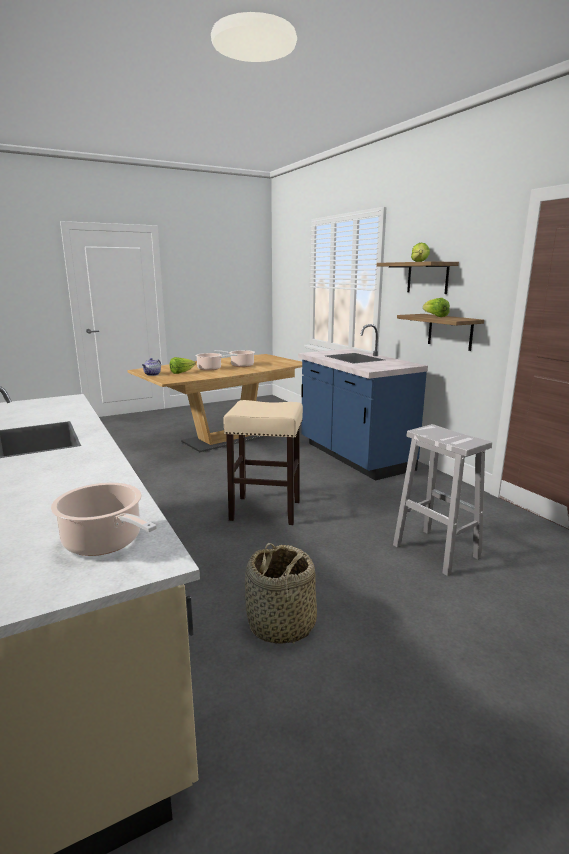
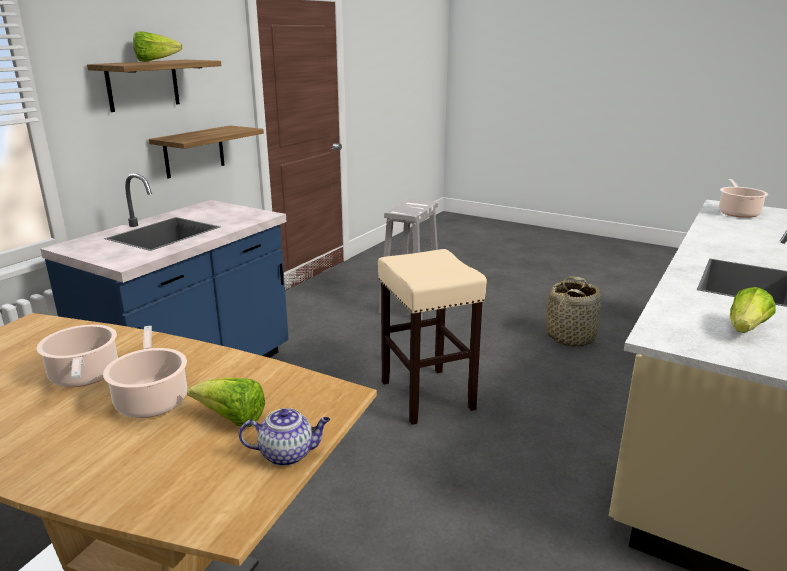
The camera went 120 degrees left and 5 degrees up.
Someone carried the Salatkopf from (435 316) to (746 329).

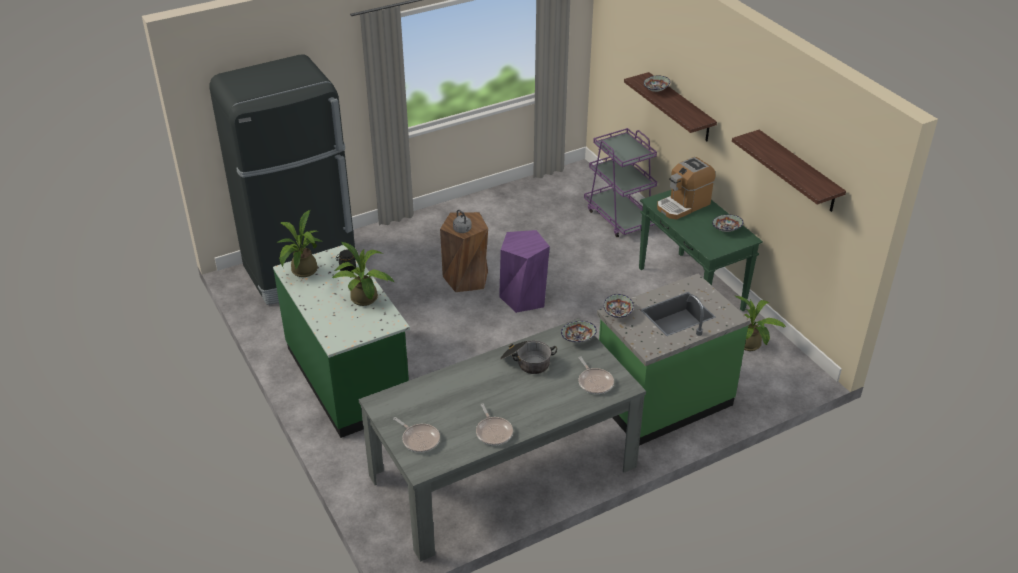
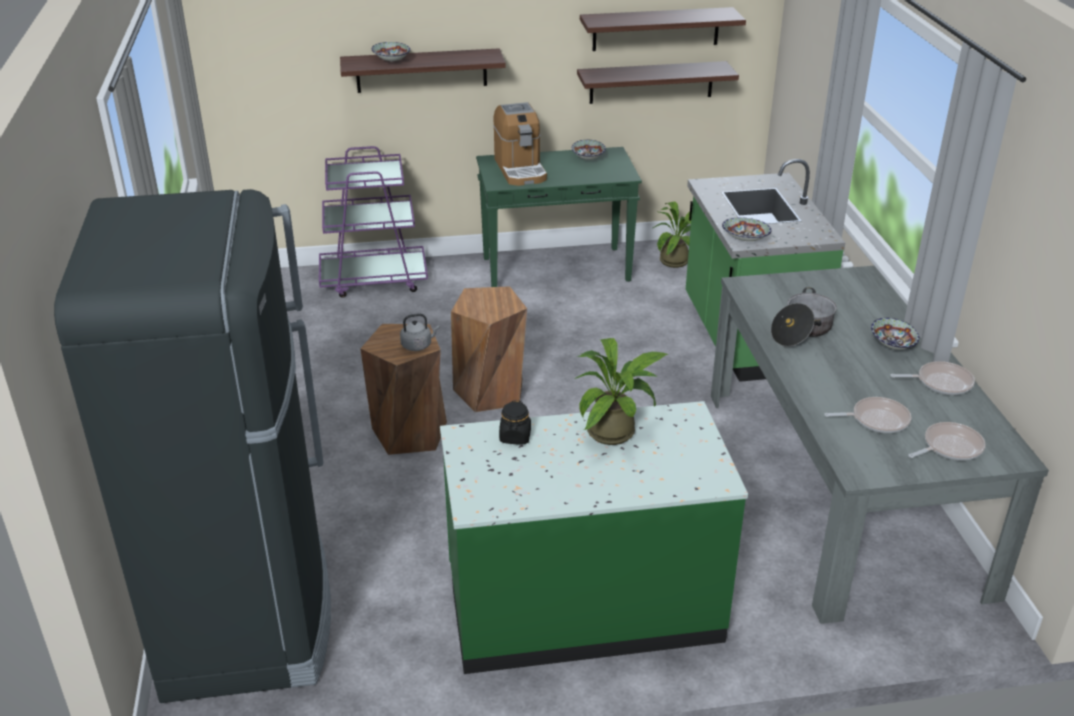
The camera went 70 degrees left and 5 degrees down.
Someone took away the Topfpflanze at (301 272).
Someone repainted the Hocker [lila] at (524 297), which became the Hocker [braun] at (490 391).
Someone carried the Schüssel from (578 338) to (891 345).
Someone carried the Pfanne from (594 382) to (876 419).
Someone put up the Wandregal at (651 82).

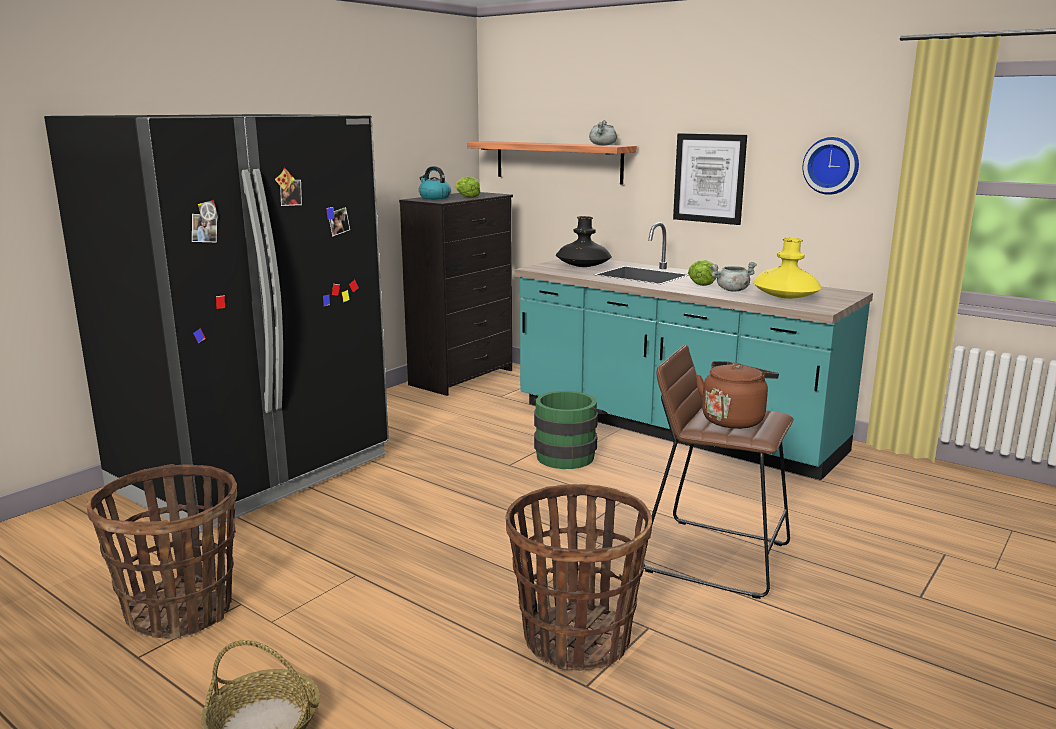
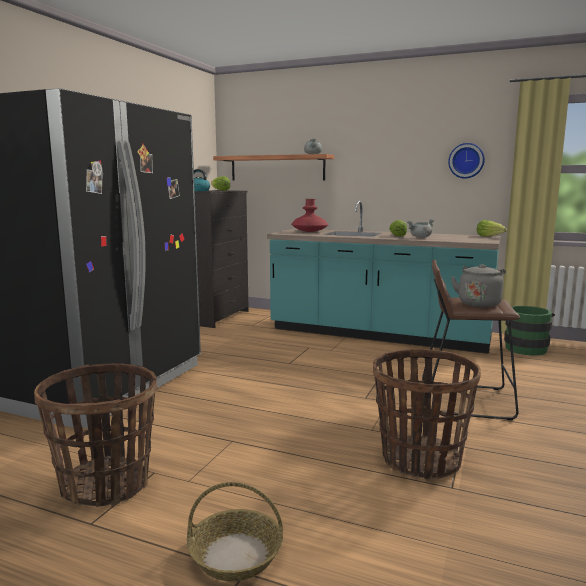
The camera went 15 degrees left and 5 degrees down.
Someone carried the Eimer [grün] from (567 455) to (524 348).
Someone repainted the Vase [schwarz] at (583 266), which became the Vase [rot] at (309 231).
Someone took away the Bild at (709 178).
Someone repainted the Wasserkessel [braun] at (734 419), which became the Wasserkessel [grau] at (479 303).
Someone took away the Vase [gelb] at (785 297).
Someone put down the Salatkopf at (490 236).

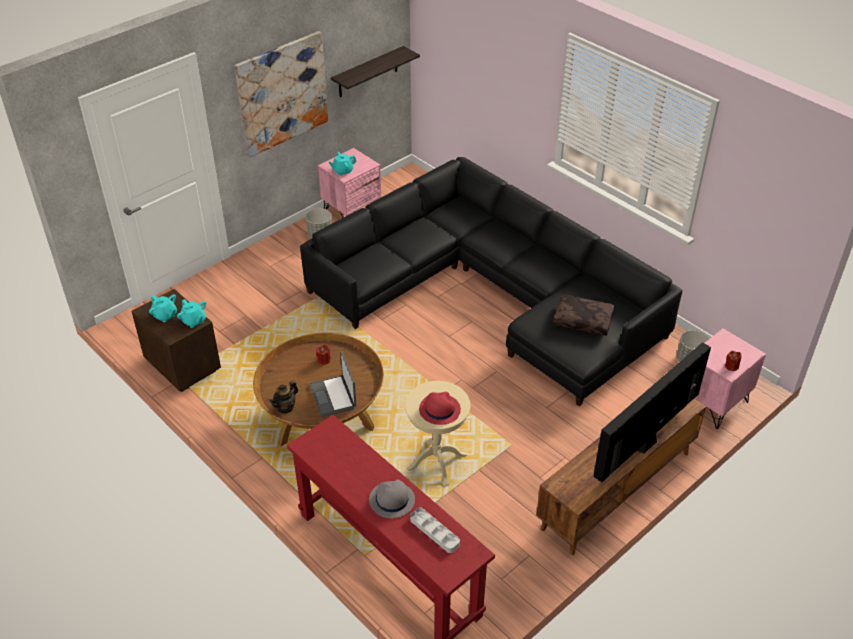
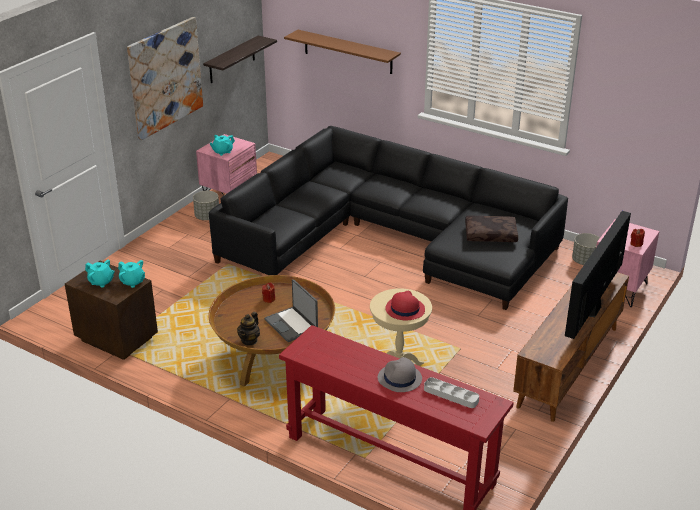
The camera went 15 degrees left and 10 degrees down.
Someone put up the Wandregal [braun] at (348 52).

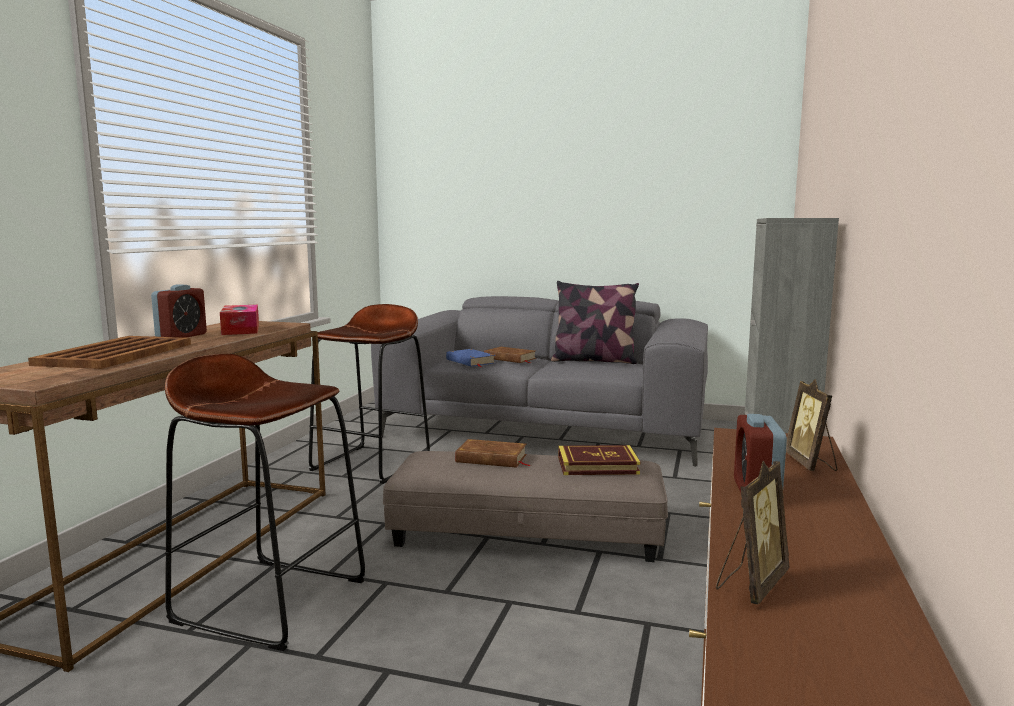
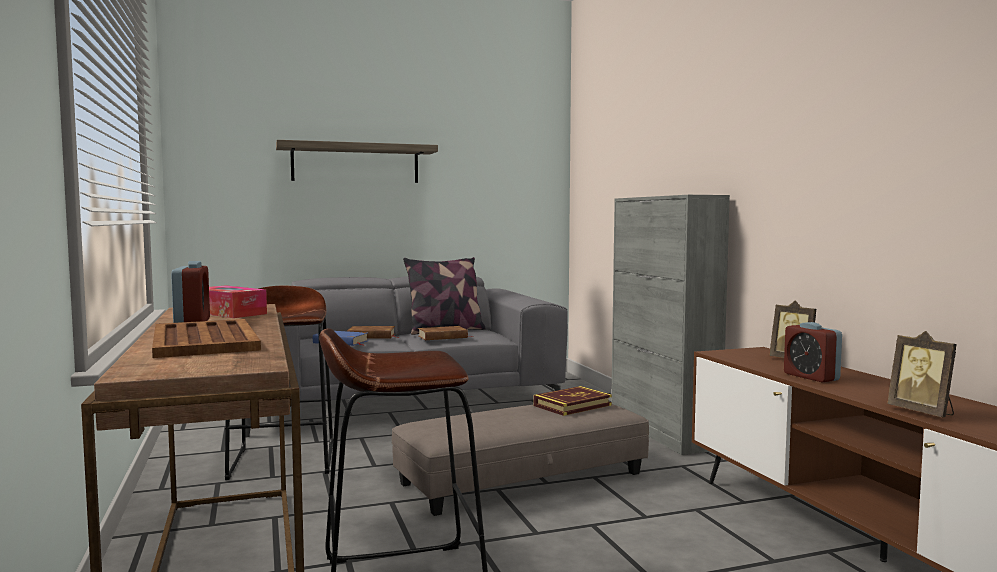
The camera went 35 degrees left and 5 degrees down.
Someone carried the Buch [braun] from (491 458) to (443 337).
Someone rotated the Bilderrahmen at (751 584) by 150 degrees clockwise.
Someone put up the Wandregal at (355 163).

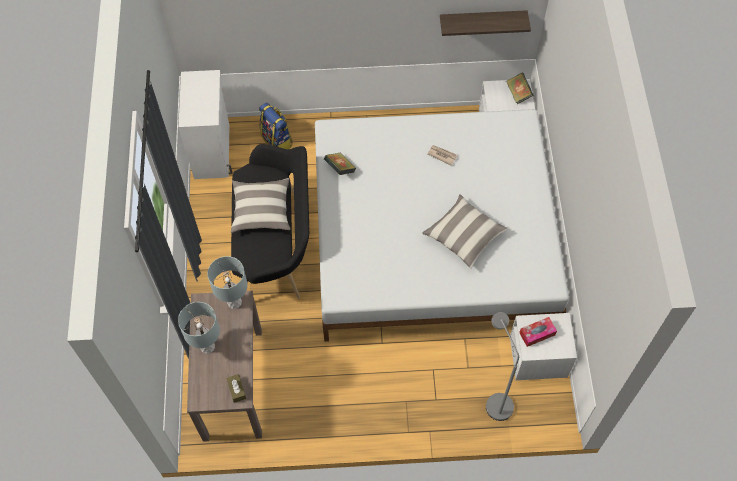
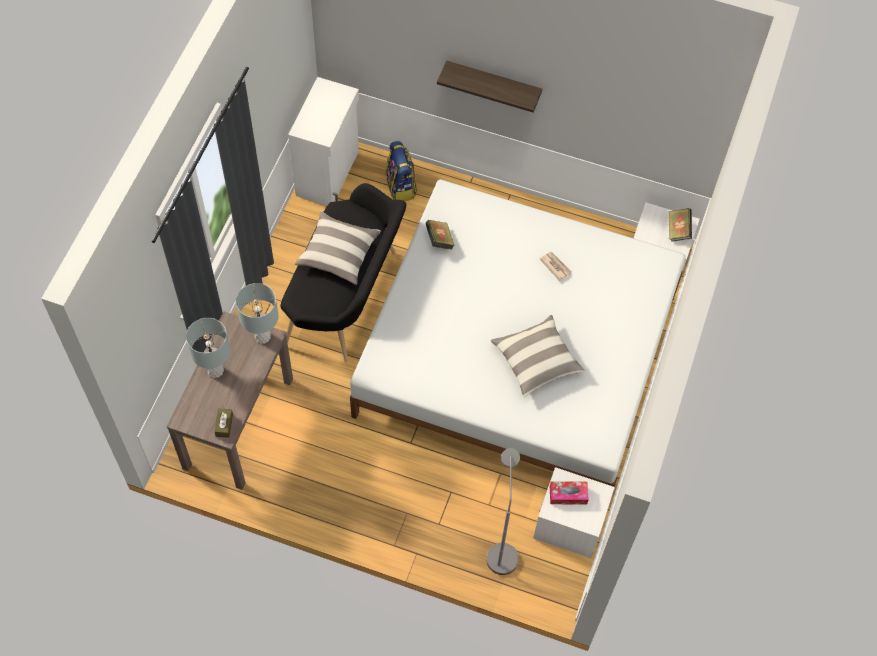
The camera went 20 degrees right and 0 degrees up.
Someone carried the Wandregal from (482 21) to (493 84).

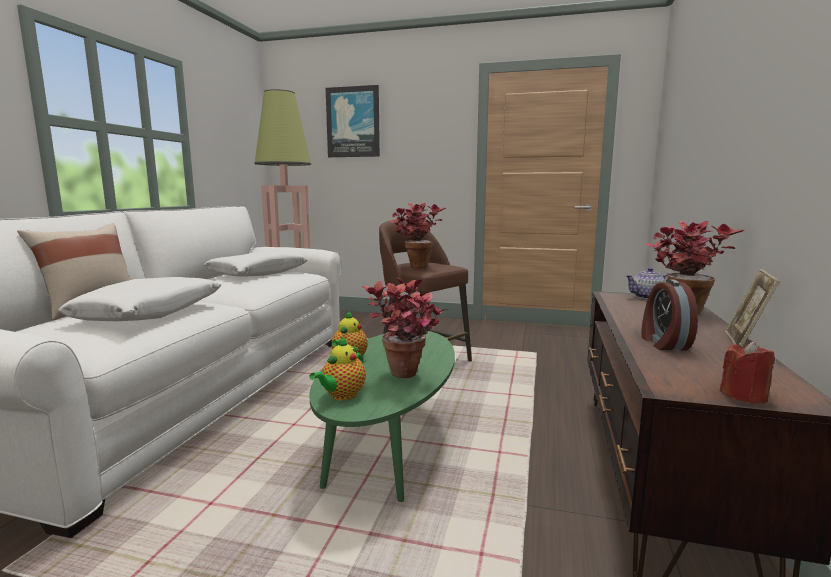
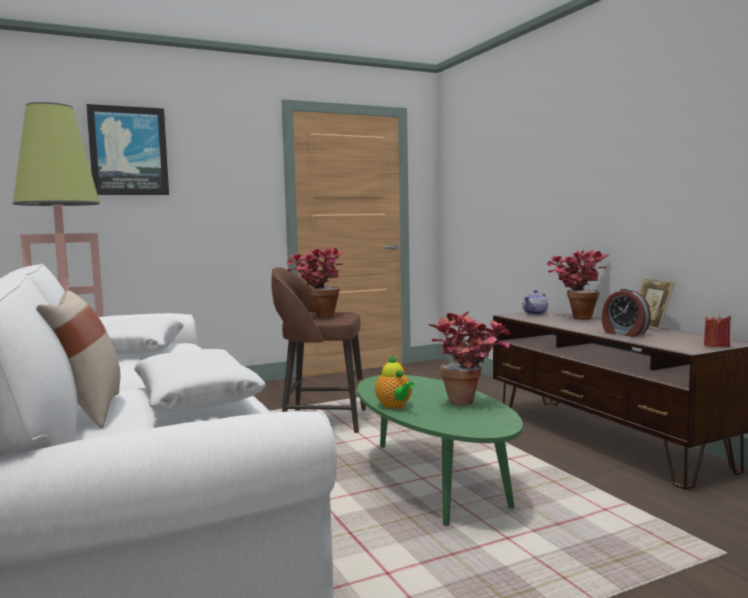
The camera went 40 degrees left and 5 degrees down.
Someone took away the Teekanne at (342 396).

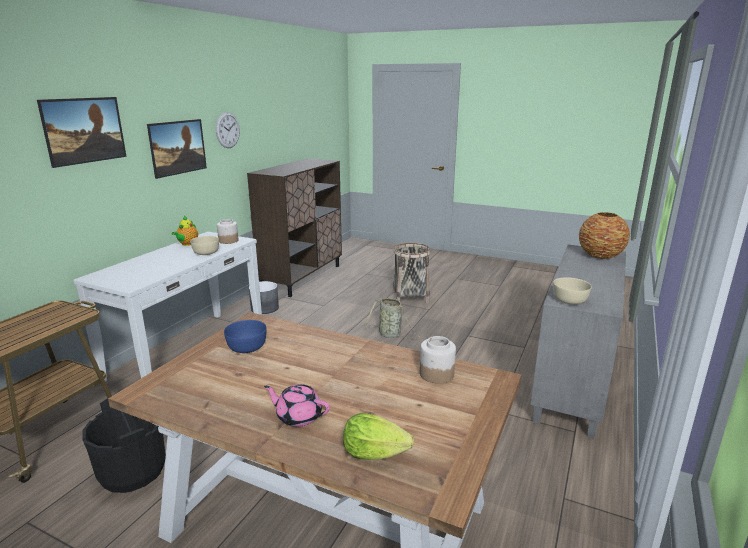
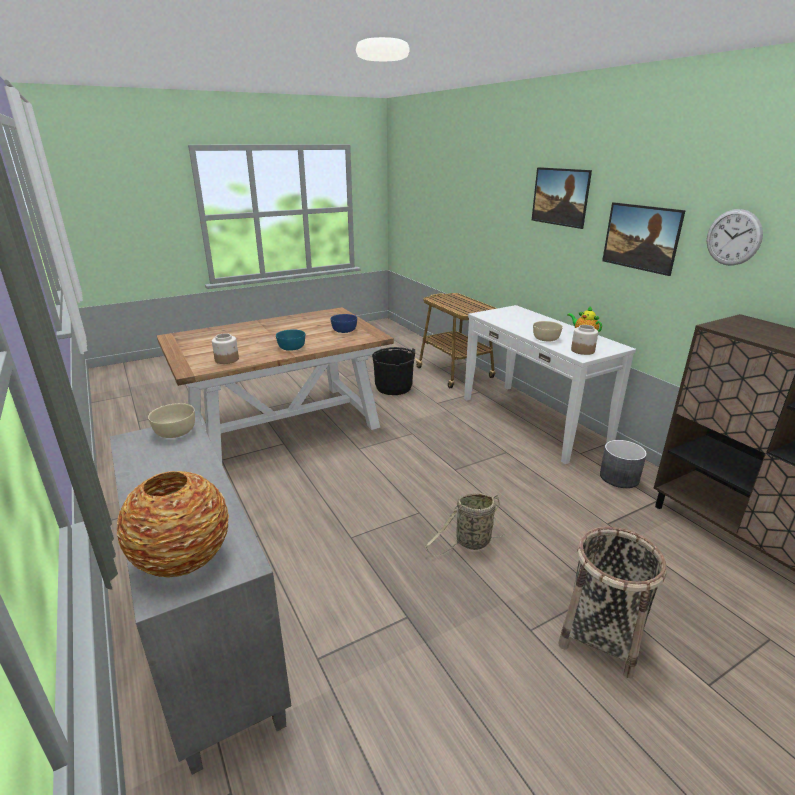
The camera went 125 degrees right and 5 degrees up.
Someone took away the Teekanne [rosa] at (298 416).
Someone took away the Salatkopf at (374 453).
Someone put down the Schüssel [türkis] at (291 347).

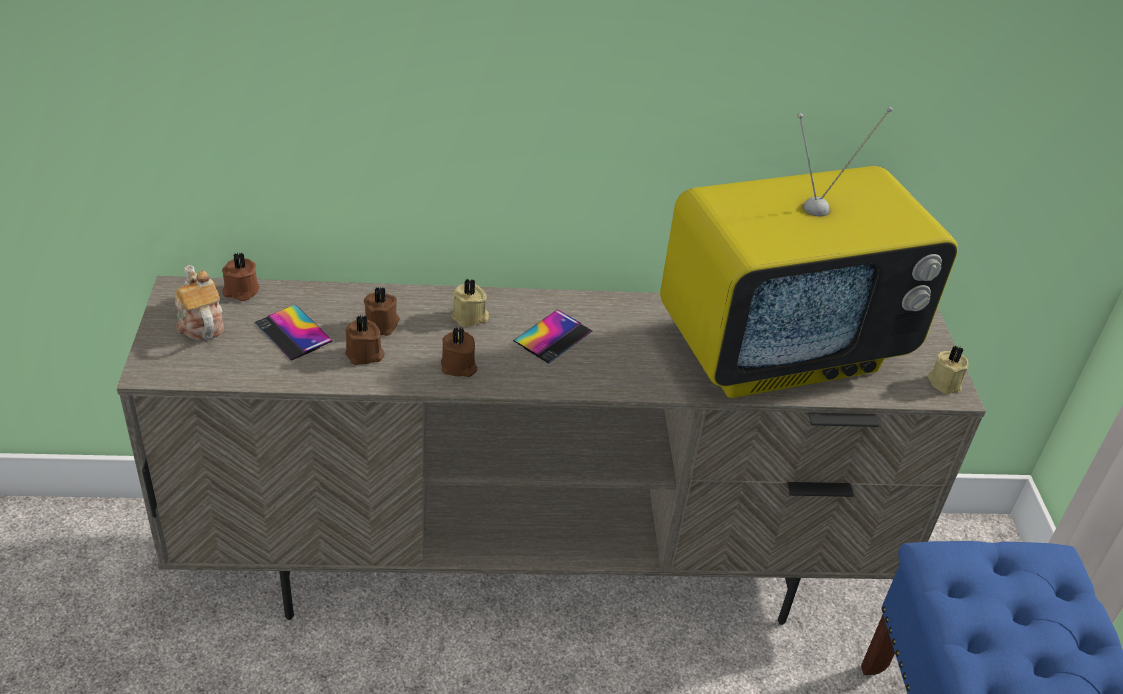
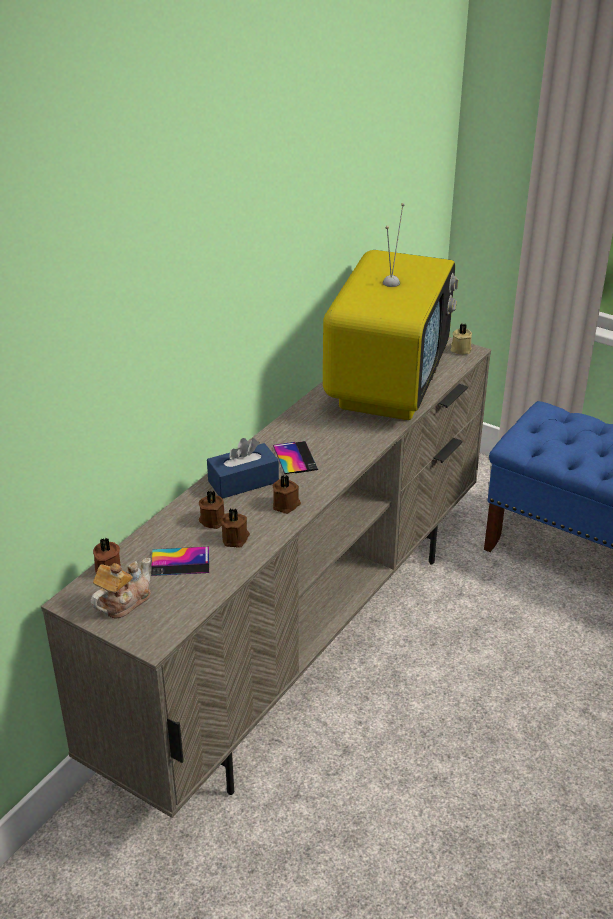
The camera went 50 degrees left and 5 degrees down.
Someone rotated the Teekanne at (200 323) by 120 degrees clockwise.
Someone swapped the Kerze [beige] at (470 317) for the Taschentuchbox [blau] at (243 481).

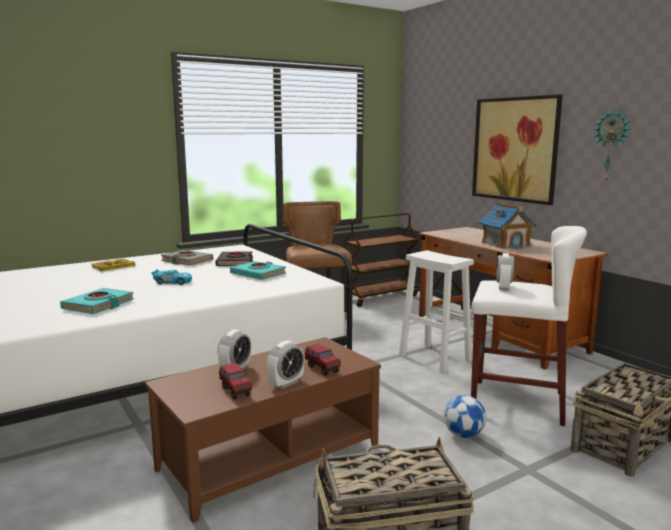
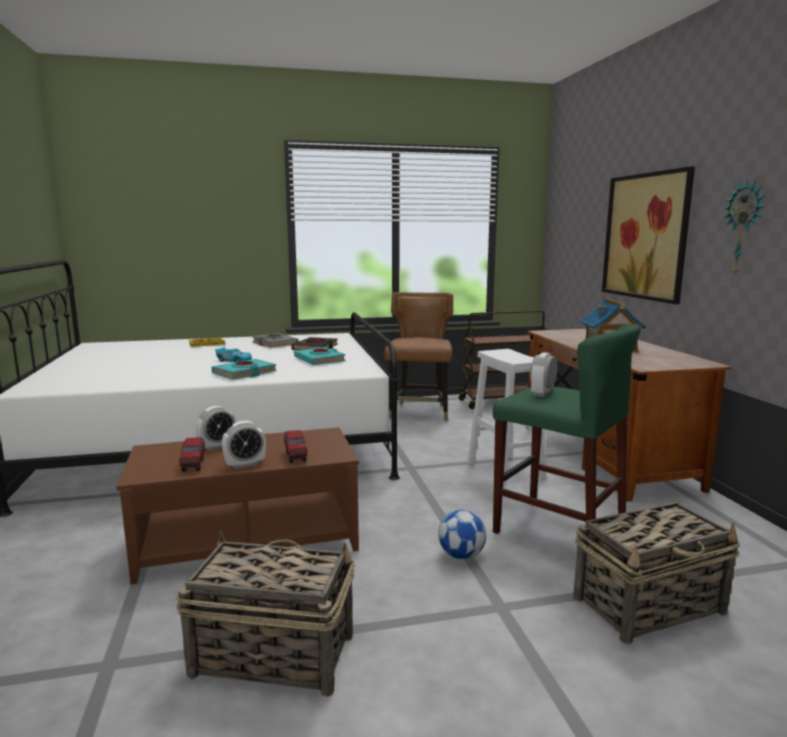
The camera went 20 degrees right and 0 degrees up.
Someone carried the Buch [türkis] from (99 305) to (244 373).
Someone repainted the Hocker [weiß] at (517 401), which became the Hocker [grün] at (558 531).

